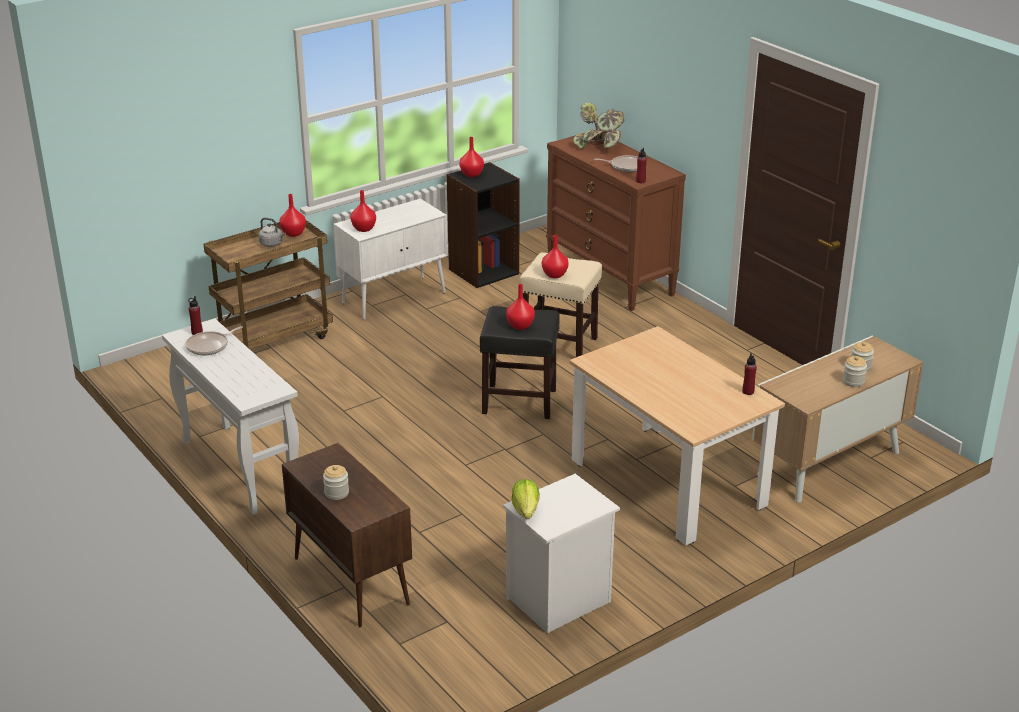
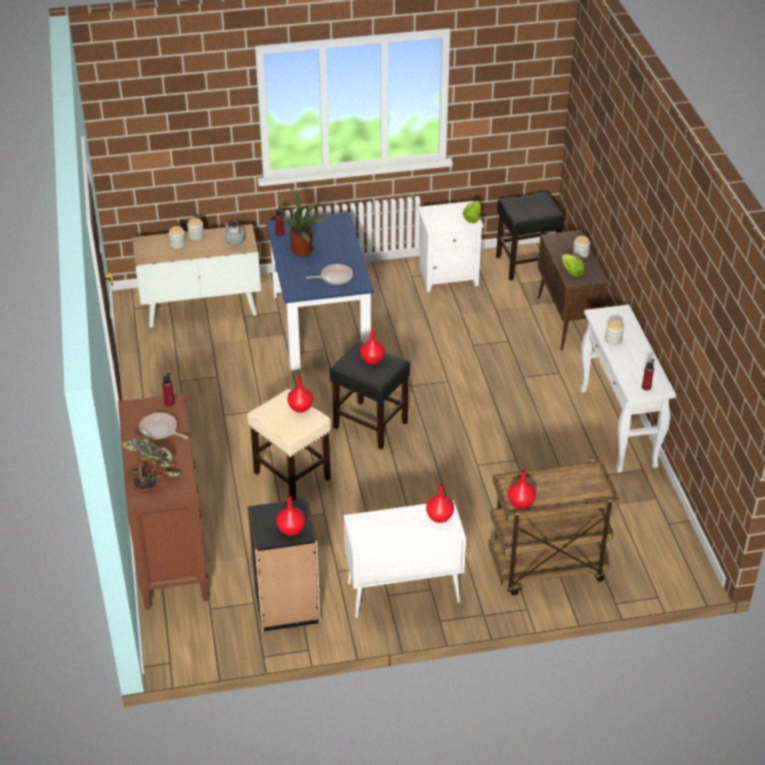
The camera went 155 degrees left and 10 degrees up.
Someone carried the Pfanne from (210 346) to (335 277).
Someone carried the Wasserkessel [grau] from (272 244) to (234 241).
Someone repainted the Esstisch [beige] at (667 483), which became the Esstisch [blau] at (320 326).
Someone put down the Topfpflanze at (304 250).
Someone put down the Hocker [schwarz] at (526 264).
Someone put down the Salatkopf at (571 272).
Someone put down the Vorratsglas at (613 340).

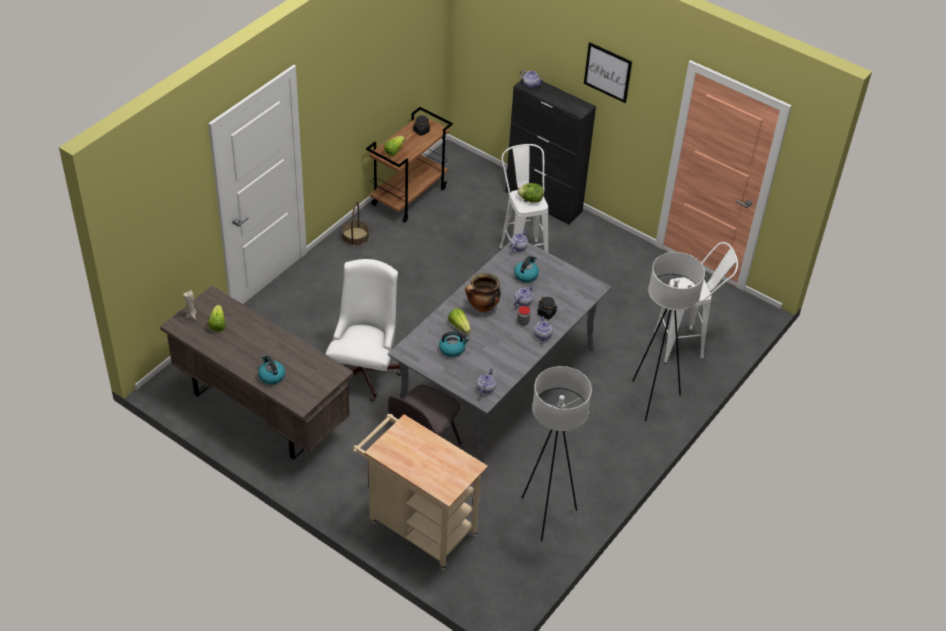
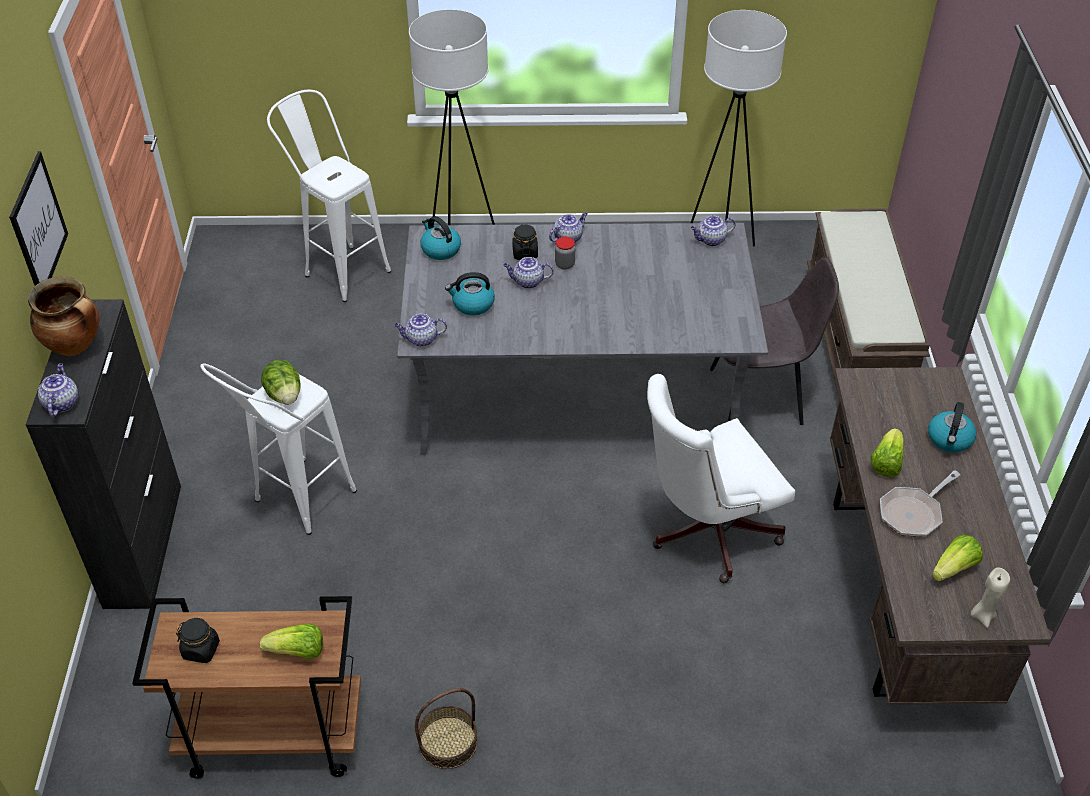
The camera went 125 degrees left and 0 degrees up.
Someone swapped the Rollwagen [beige] at (417 525) for the Bank [braun] at (857 341).
Someone carried the Wasserkessel from (452 349) to (440 249).
Someone carried the Salatkopf from (459 326) to (886 462).
Someone carried the Kochtopf from (482 307) to (76 345).
Someone put down the Pfanne at (913 513).

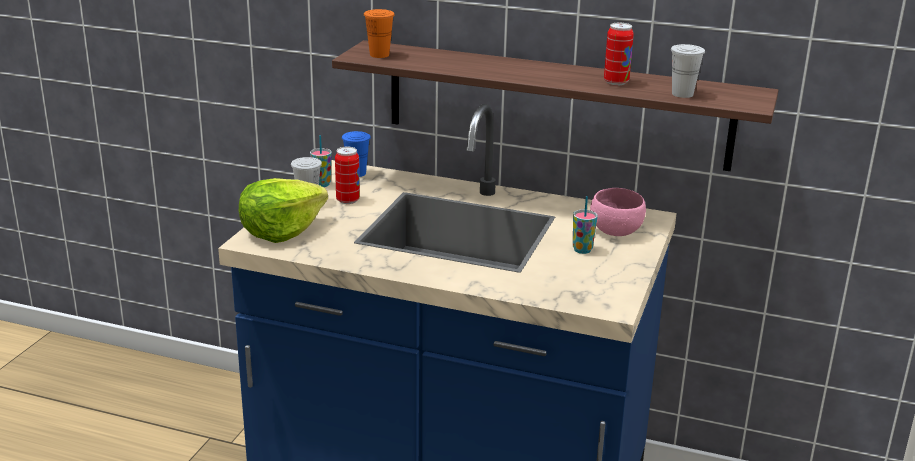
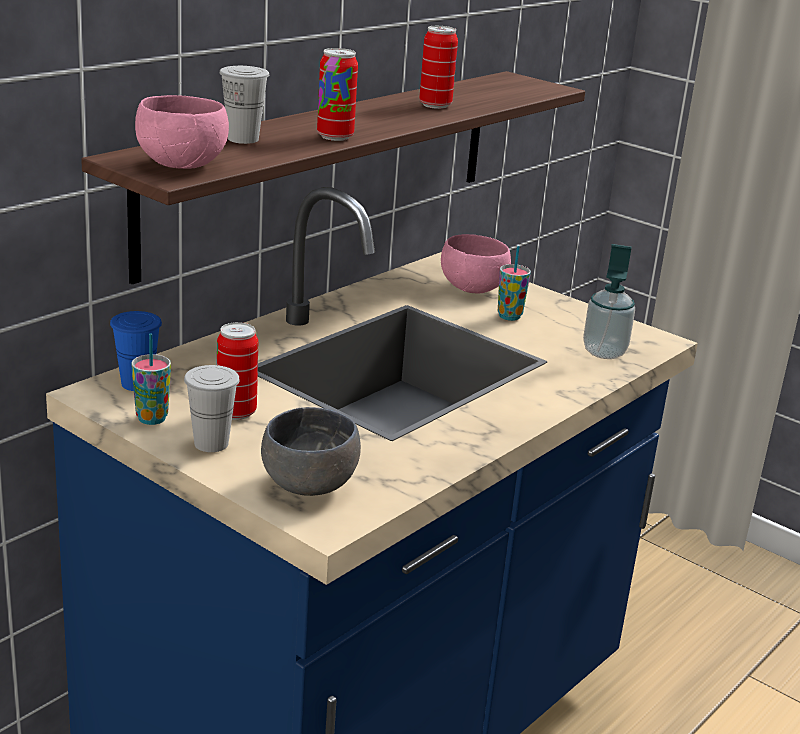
The camera went 70 degrees left and 0 degrees up.
Someone swapped the Salatkopf at (281 231) for the Schüssel [grau] at (307 487).
Someone swapped the Tasse [orange] at (379 55) for the Schüssel [rosa] at (184 164).
Someone carried the Tasse [weiß] from (682 94) to (243 139).
Someone put down the Dose at (335 136).
Someone put down the Seifenspender at (604 352).

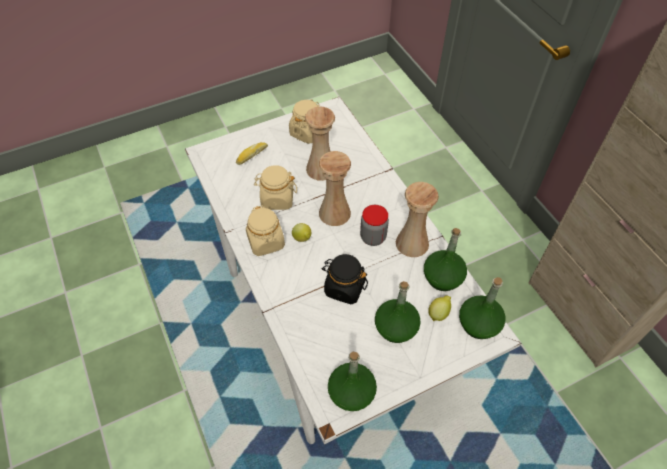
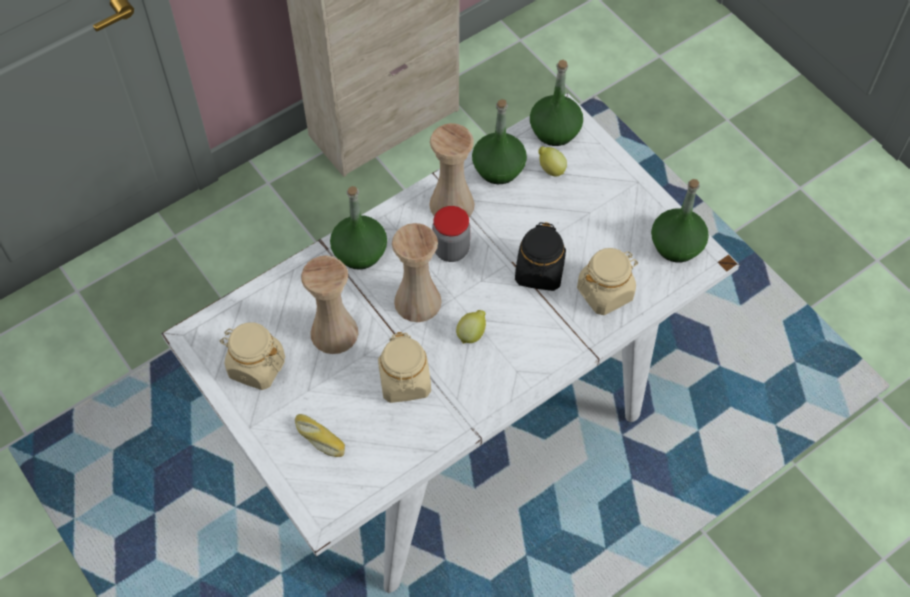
The camera went 100 degrees left and 5 degrees up.
Someone carried the Vorratsglas [beige] from (266 242) to (605 292).
Someone carried the Flasche [grün] from (395 327) to (359 252).

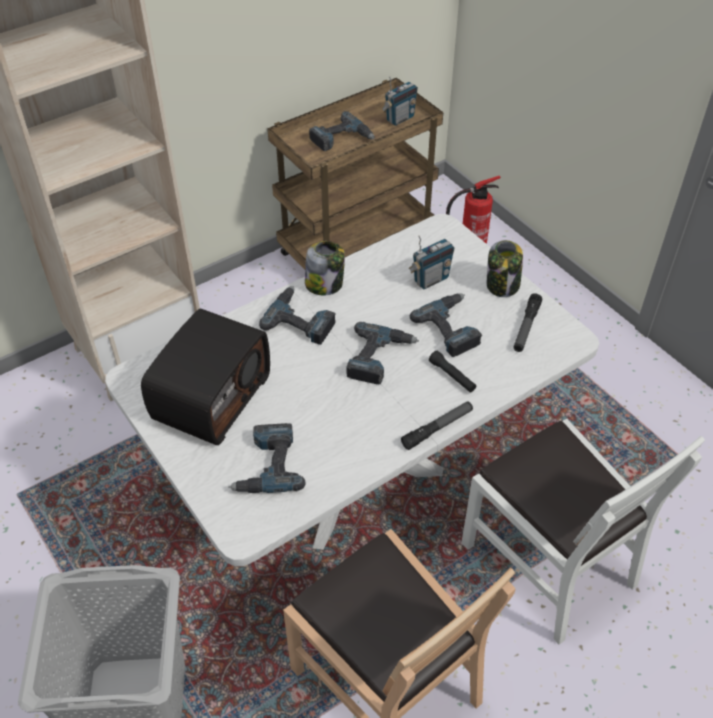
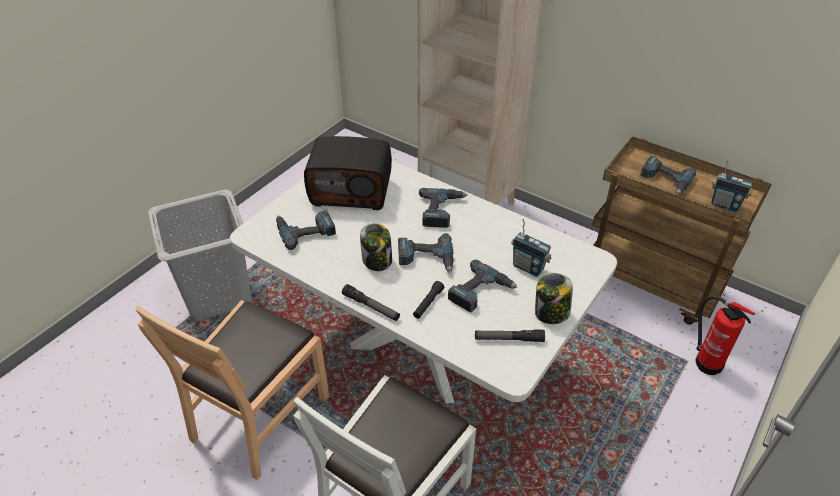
The camera went 70 degrees right and 5 degrees down.
Someone carried the Vorratsglas from (325 284) to (377 260).

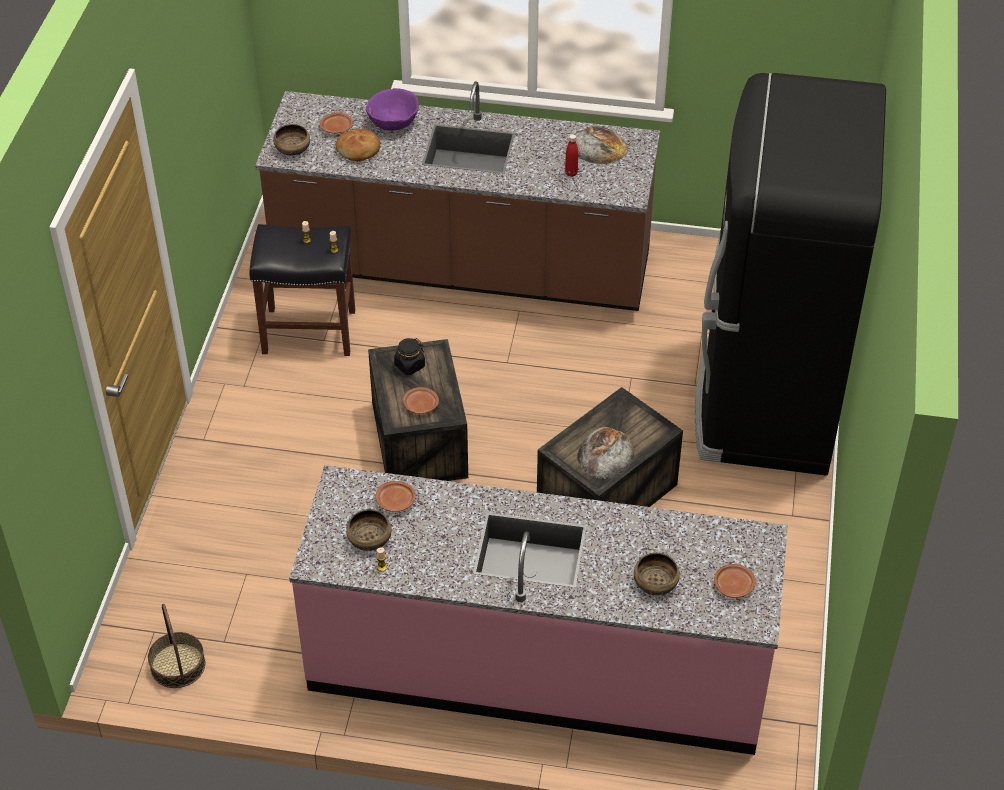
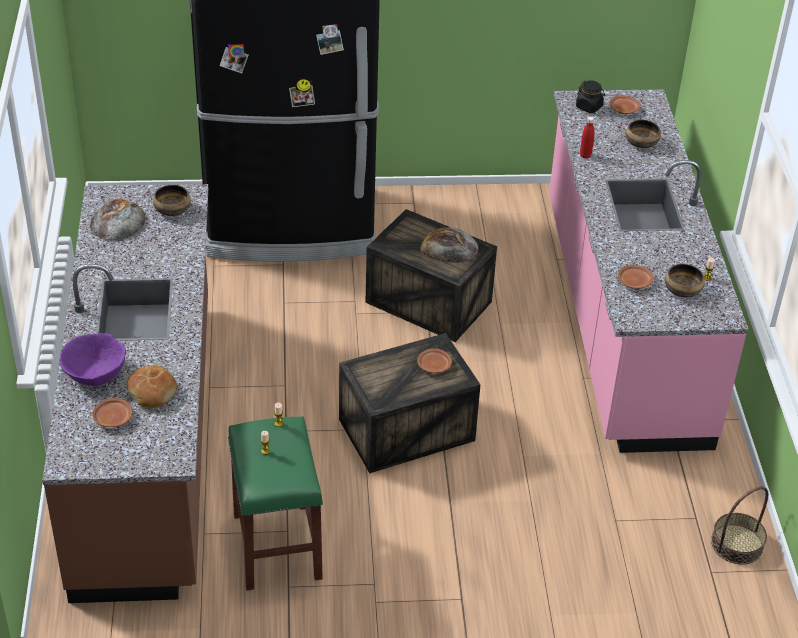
The camera went 105 degrees left and 5 degrees down.
Someone repainted the Hocker [schwarz] at (310 331), which became the Hocker [grün] at (276 545).
Someone carried the Schüssel from (293 148) to (172 209).
Someone carried the Vorratsglas [schwarz] from (409 366) to (589 107).
Someone carried the Flasche [rot] from (571 173) to (585 155).

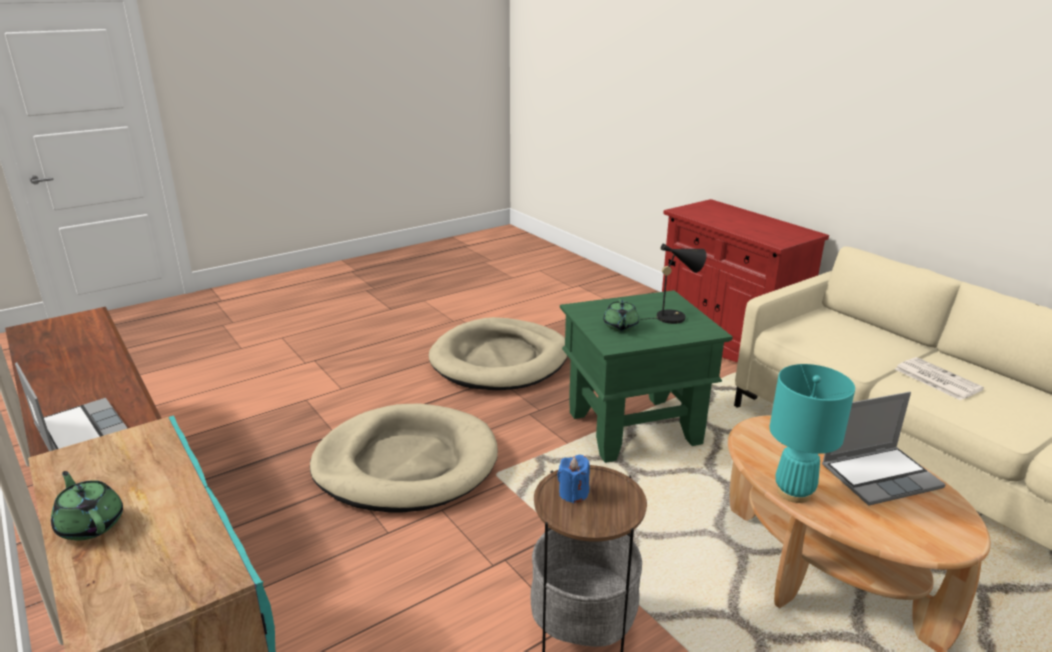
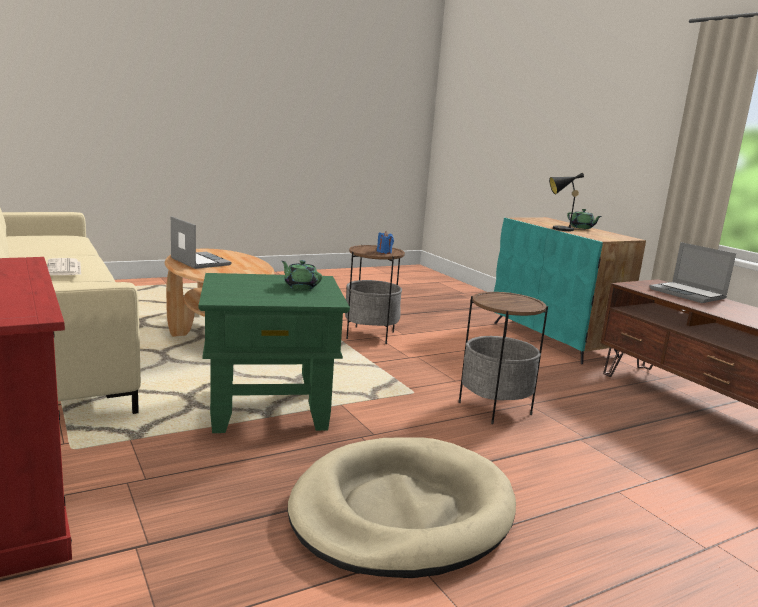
The camera went 175 degrees left and 10 degrees down.
Someone swapped the Hundebett [beige] at (406 464) for the Beistelltisch at (494 408).
Someone rotated the Teekanne [grün] at (620 326) by 60 degrees counterclockwise.
Someone carried the Tischlampe [schwarz] from (674 317) to (560 229).
Someone took away the Tischlampe [türkis] at (793 492).
Someone rotated the Laptop at (880 476) by 60 degrees clockwise.

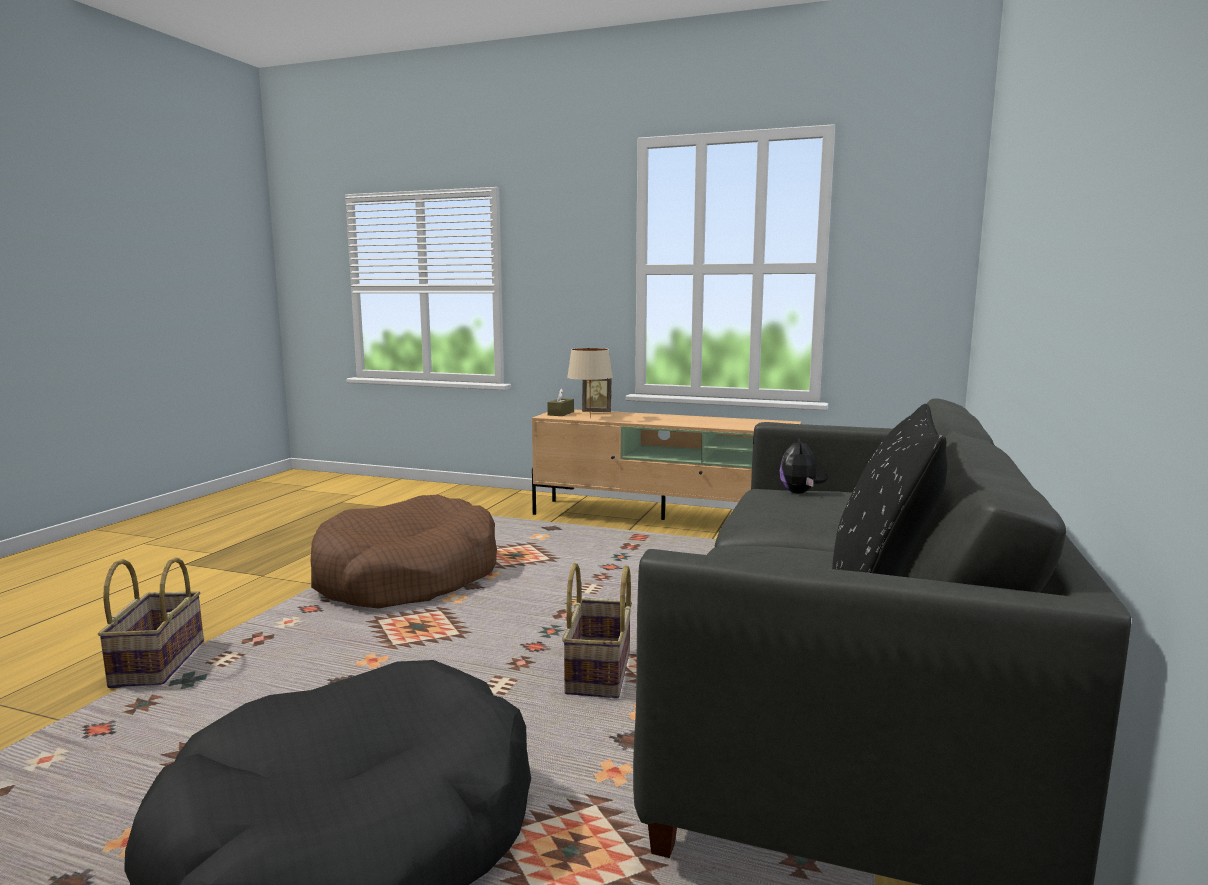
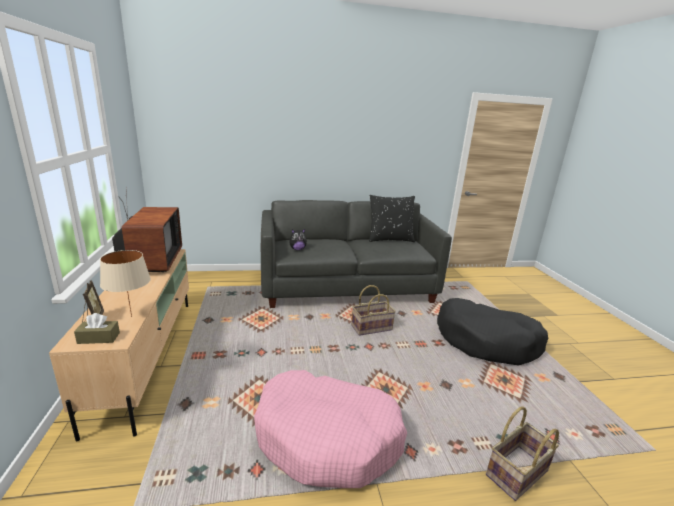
The camera went 120 degrees left and 10 degrees up.
Someone repainted the Hundebett [braun] at (407 576), which became the Hundebett [rosa] at (327 437).
Someone put down the Fernseher at (152 262).

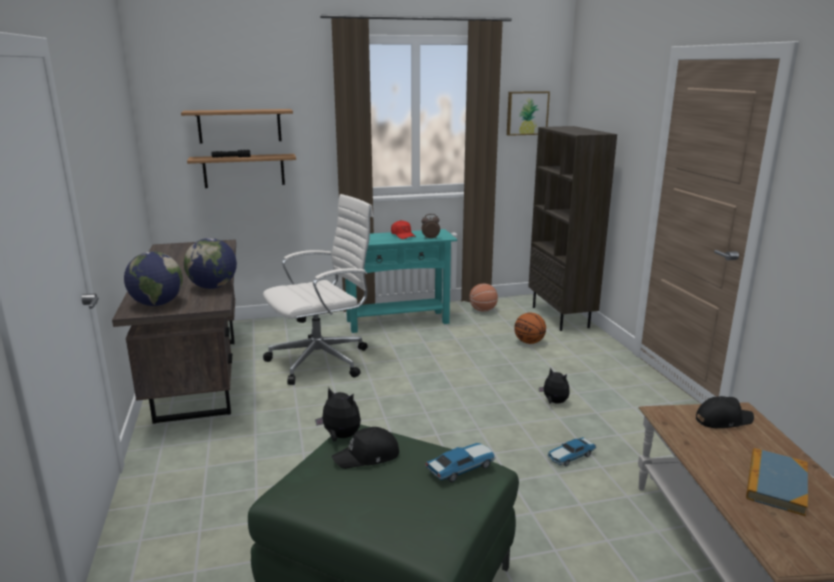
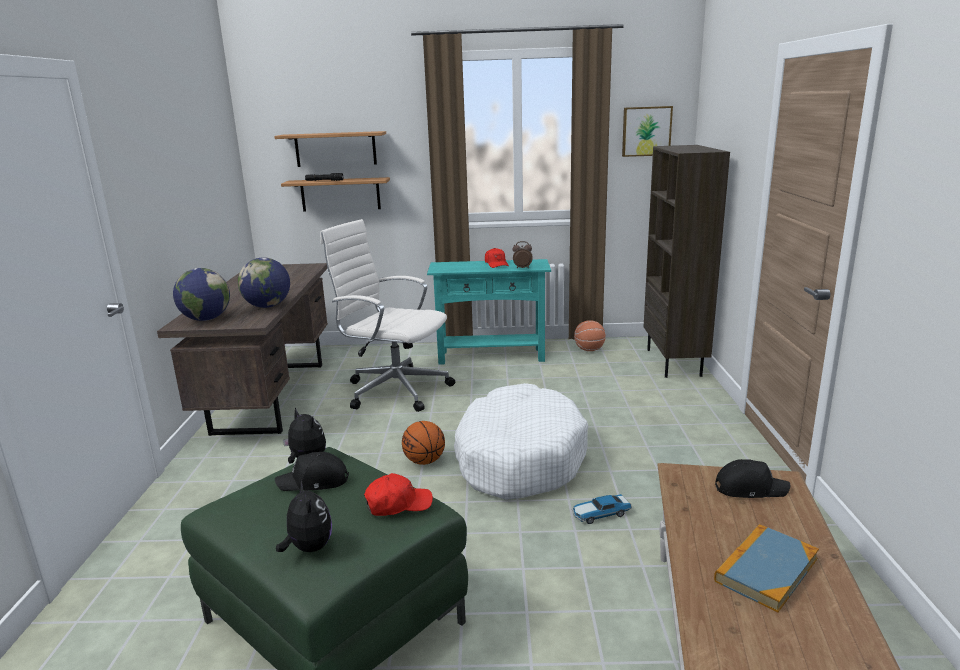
The camera went 15 degrees right and 0 degrees up.
Someone rotated the Bürostuhl [weiß] at (322 360) by 135 degrees counterclockwise.
Someone swapped the Spielzeugauto at (462 468) for the Kappe [rot] at (398 504).
Someone carried the Basketball from (529 342) to (424 461).
Someone carried the Plüschtier from (554 402) to (308 548).
Someone put down the Hundebett [weiß] at (519 458).

